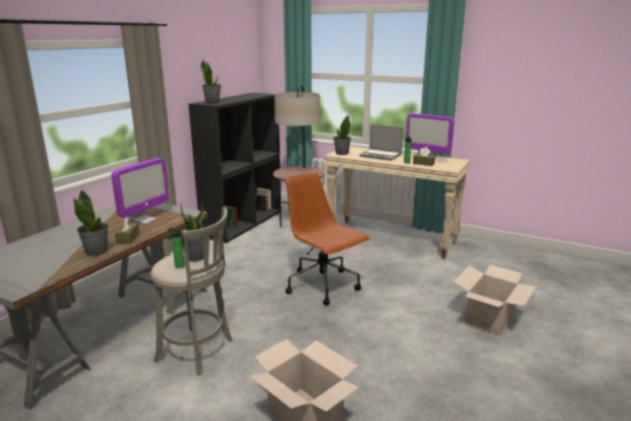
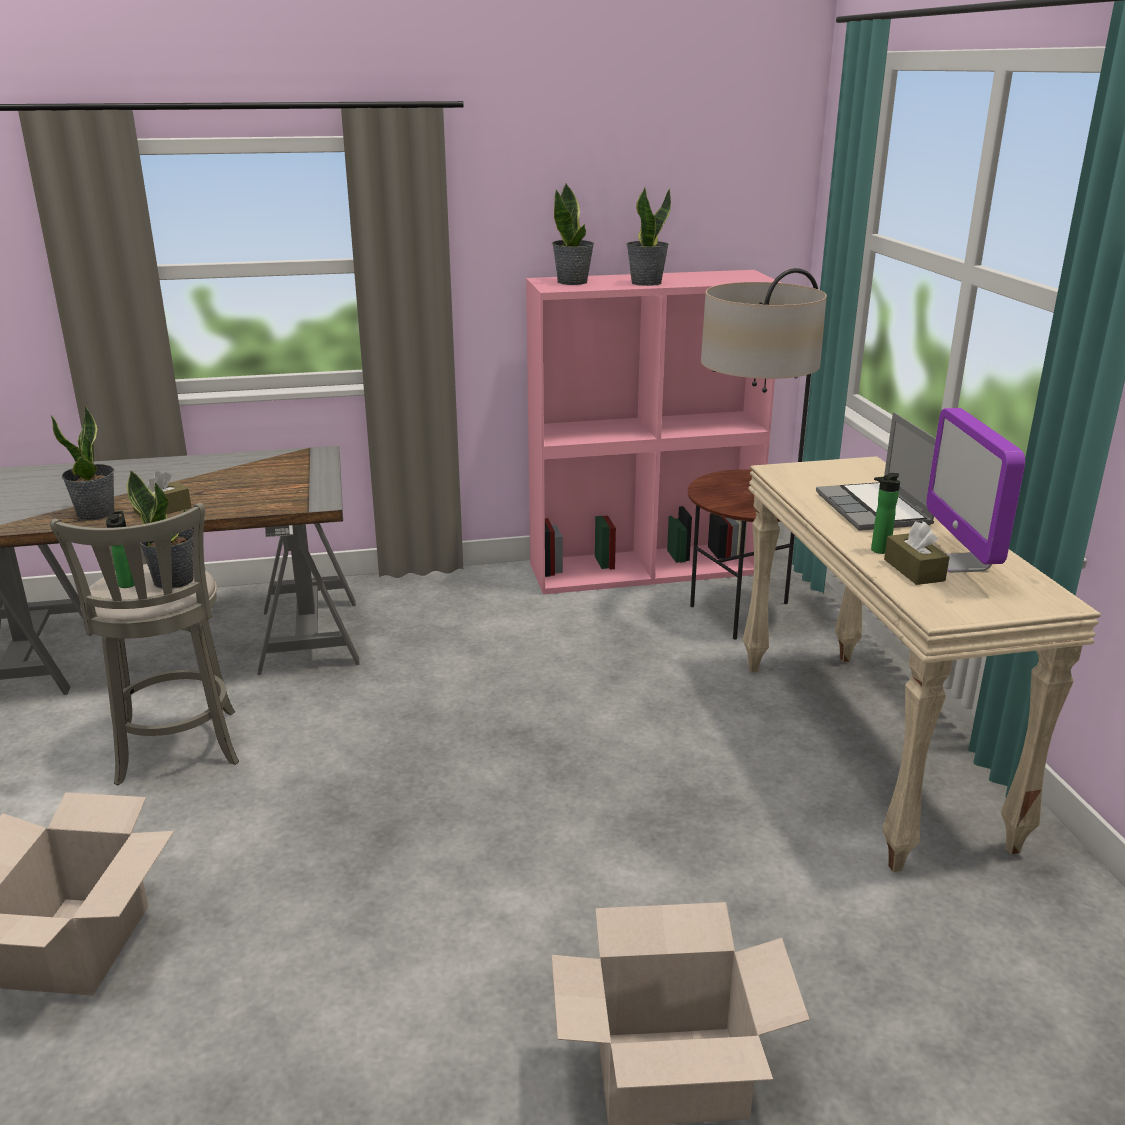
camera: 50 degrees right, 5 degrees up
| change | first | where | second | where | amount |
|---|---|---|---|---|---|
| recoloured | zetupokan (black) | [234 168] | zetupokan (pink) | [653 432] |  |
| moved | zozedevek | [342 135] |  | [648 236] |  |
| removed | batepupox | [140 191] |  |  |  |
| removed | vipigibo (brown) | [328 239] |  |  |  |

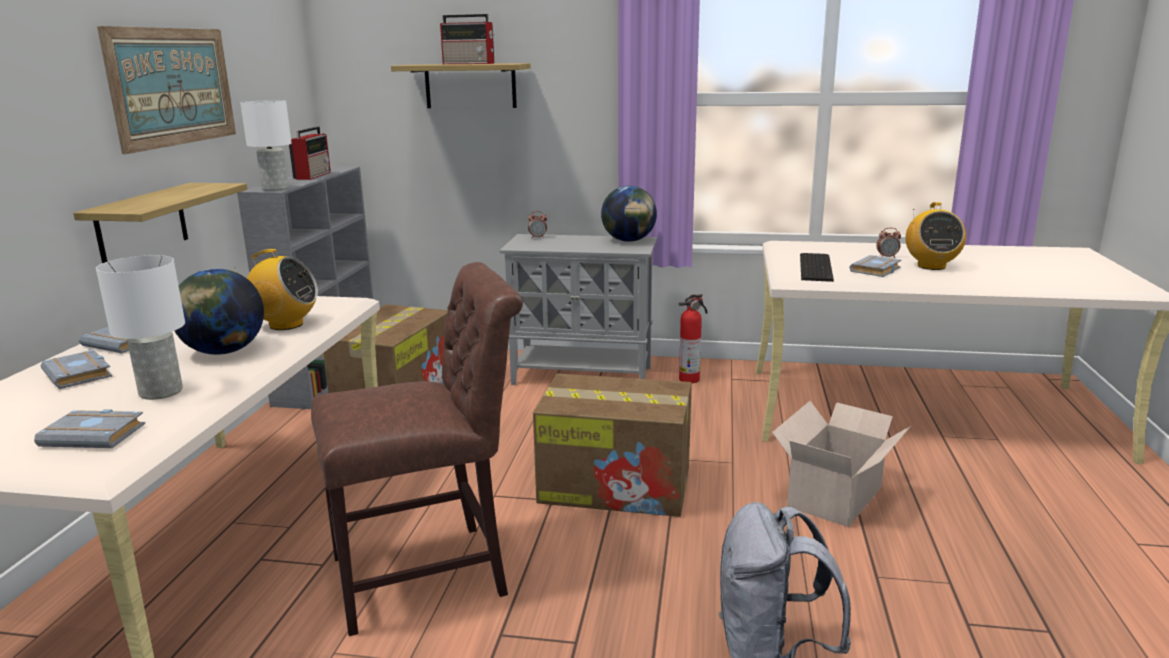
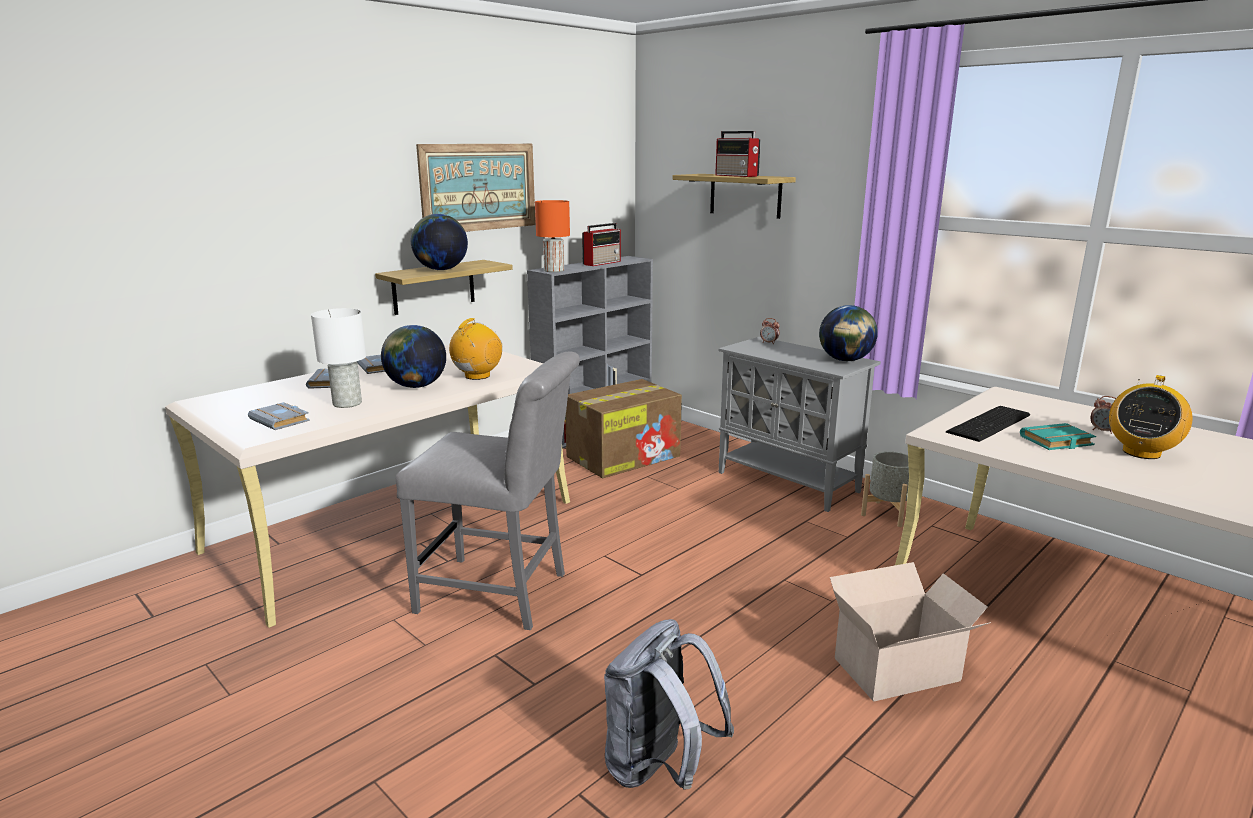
camera: 35 degrees right, 0 degrees up
| change | first | where | second | where | amount |
|---|---|---|---|---|---|
| recoloured | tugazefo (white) | [266 145] | tugazefo (orange) | [552 236] |  |
| turned | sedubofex | [276 289] |  | [475 349] | 105 degrees counterclockwise |
| recoloured | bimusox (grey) | [875 266] | bimusox (turquoise) | [1058 436] |  |
| recoloured | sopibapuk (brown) | [417 449] | sopibapuk (grey) | [488 490] |  |
| replaced | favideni | [693 338] | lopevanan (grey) | [885 489] |  |
| removed | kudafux | [612 445] |  |  |  |
| added |  |  | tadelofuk | [439 242] |  |

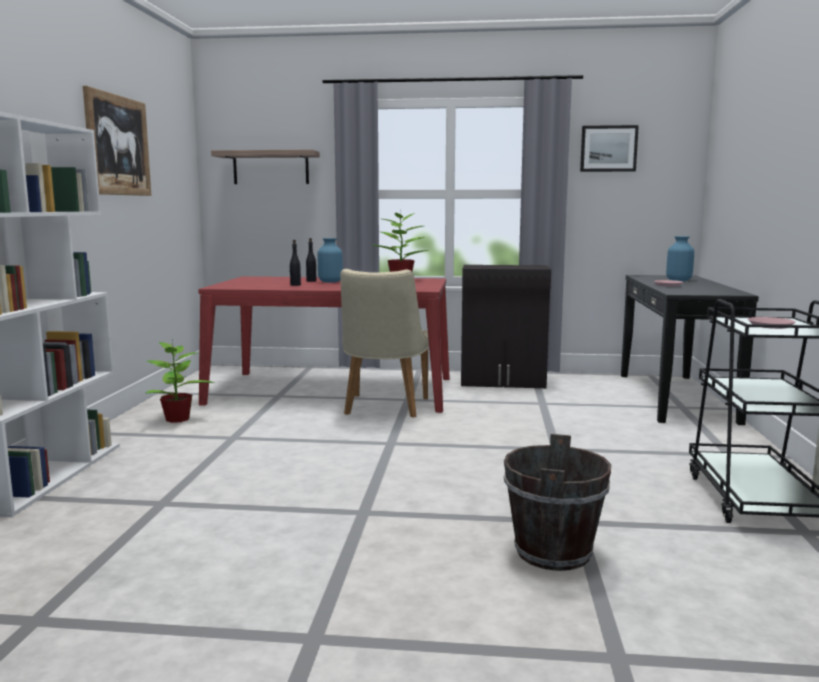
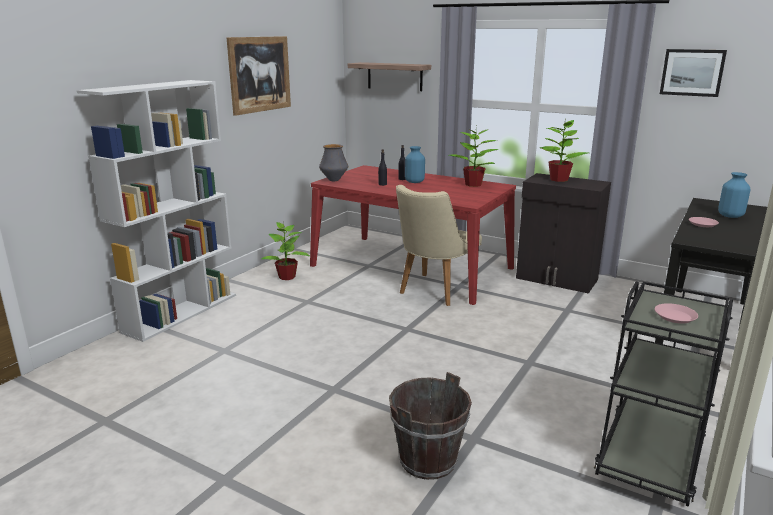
camera: 25 degrees right, 10 degrees up
| change | first | where | second | where | amount |
|---|---|---|---|---|---|
| added |  |  | zozedevek | [564 149] |  |
| added |  |  | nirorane | [333 162] |  |

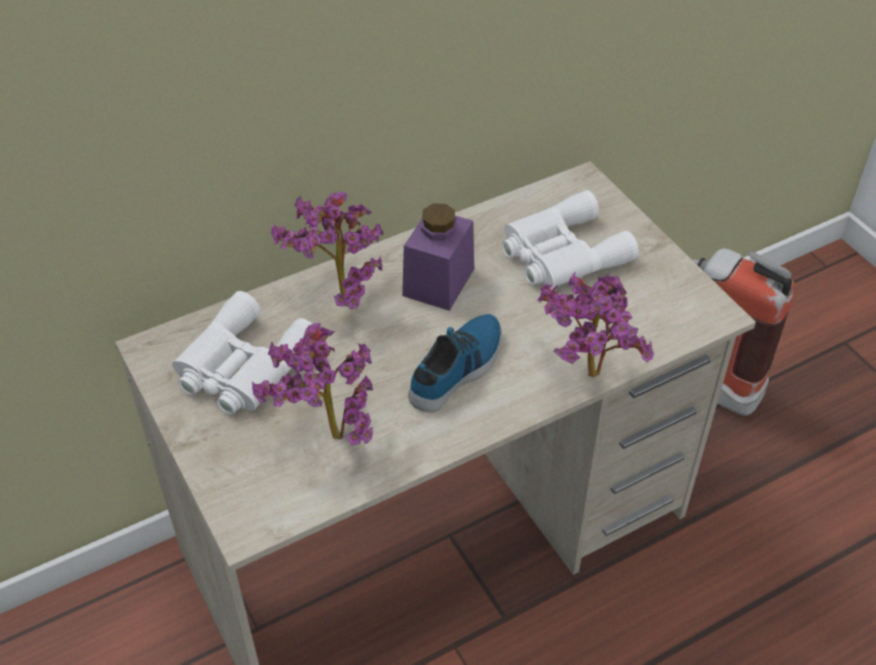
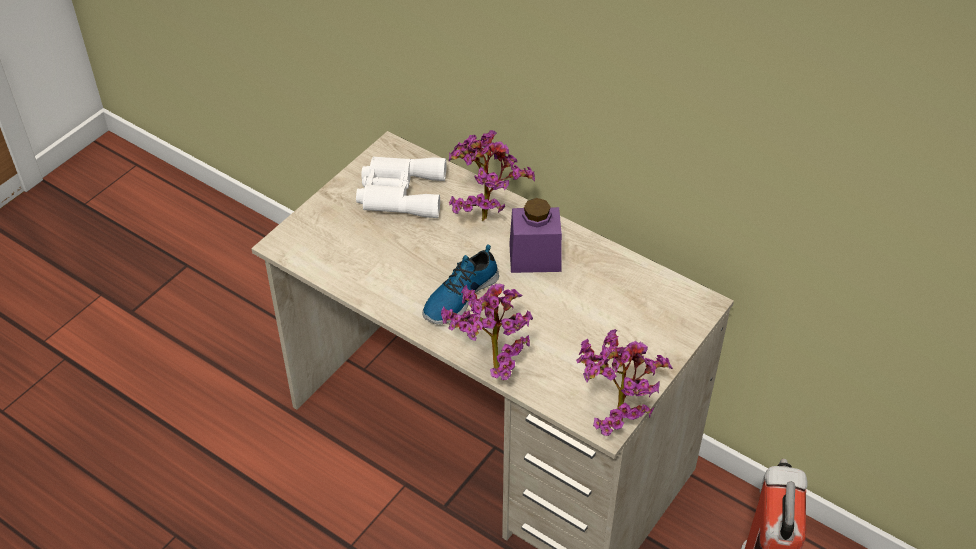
camera: 65 degrees right, 0 degrees up
| change | first | where | second | where | amount |
|---|---|---|---|---|---|
| removed | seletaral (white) | [570 239] |  |  |  |
| turned | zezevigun | [455 363] |  | [460 284] | 120 degrees clockwise |
| moved | zozedevek | [312 384] |  | [624 382] |  |

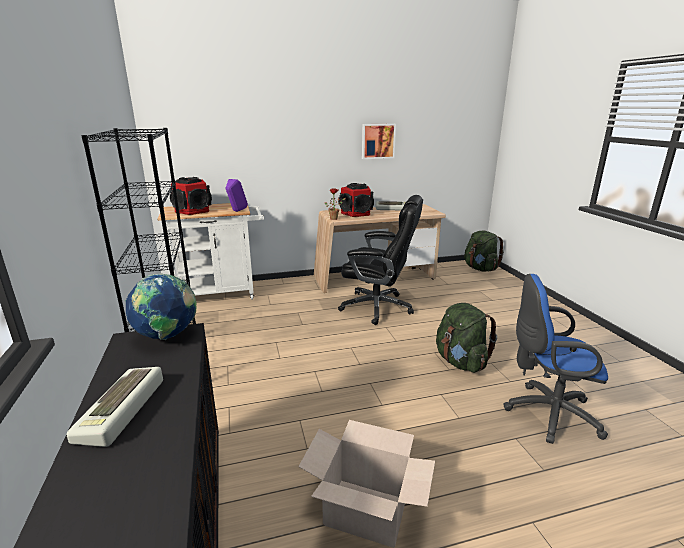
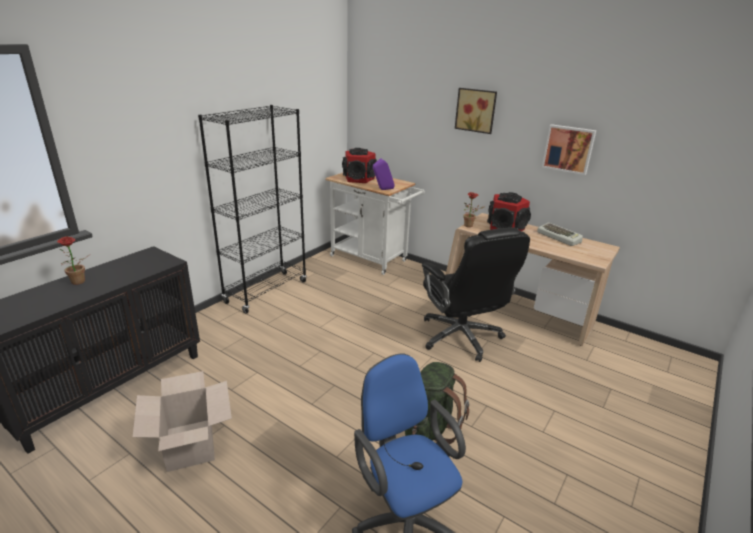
camera: 50 degrees right, 5 degrees up
| change | first | where | second | where | amount |
|---|---|---|---|---|---|
| removed | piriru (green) | [484 251] |  |  |  |
| removed | tadelofuk | [161 306] |  |  |  |
| replaced | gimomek | [115 407] | zozedevek | [74 260] |  |
| added |  |  | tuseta | [476 111] |  |

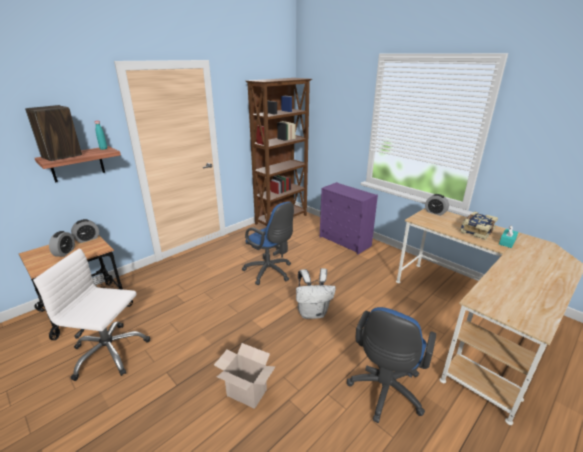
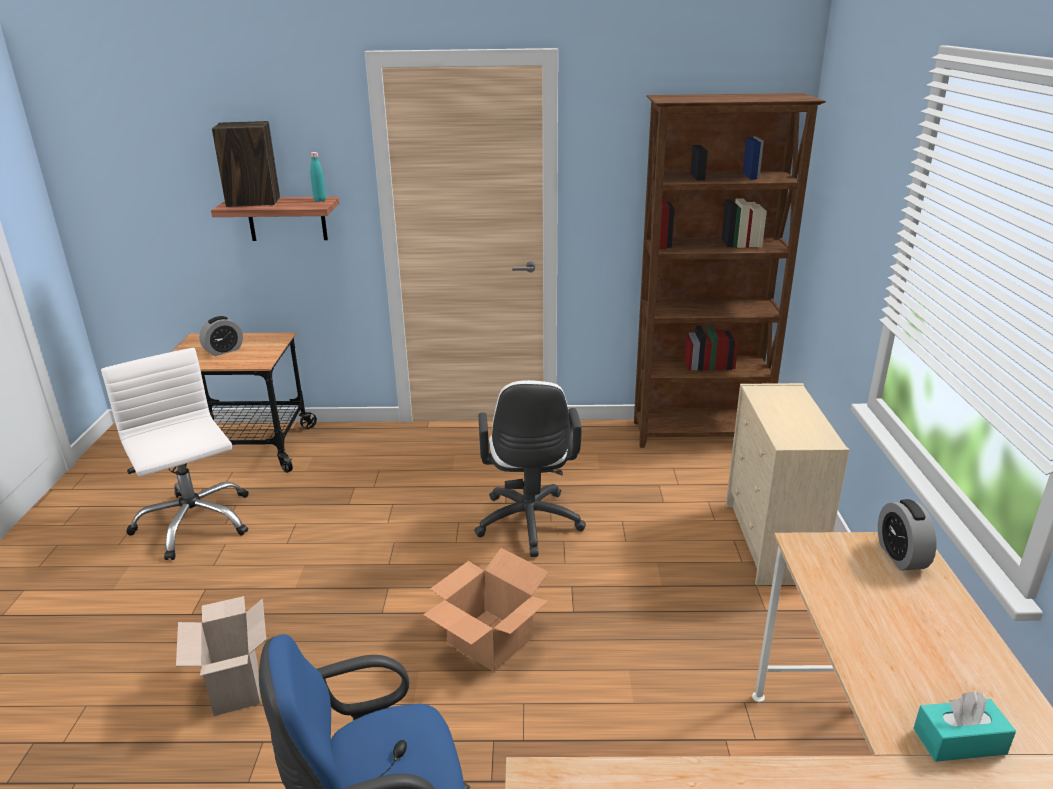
camera: 45 degrees right, 0 degrees up
| change | first | where | second | where | amount |
|---|---|---|---|---|---|
| recoloured | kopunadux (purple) | [349 218] | kopunadux (beige) | [787 484] |  |
| recoloured | vipigibo (blue) | [268 243] | vipigibo (white) | [530 468] |  |
| removed | bimusox | [479 225] |  |  |  |
| removed | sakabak | [85 231] |  |  |  |
| replaced | piriru (white) | [316 293] | kudafux | [485 610] |  |

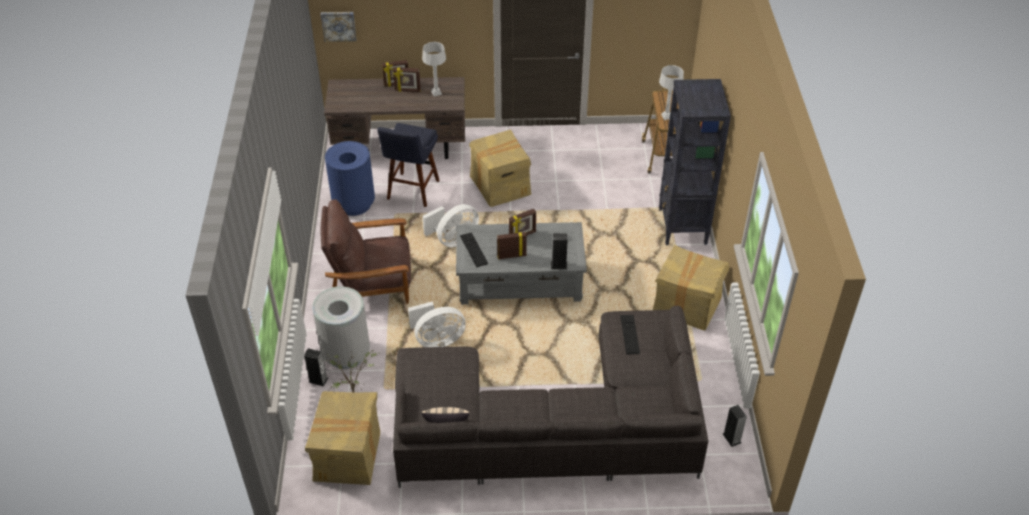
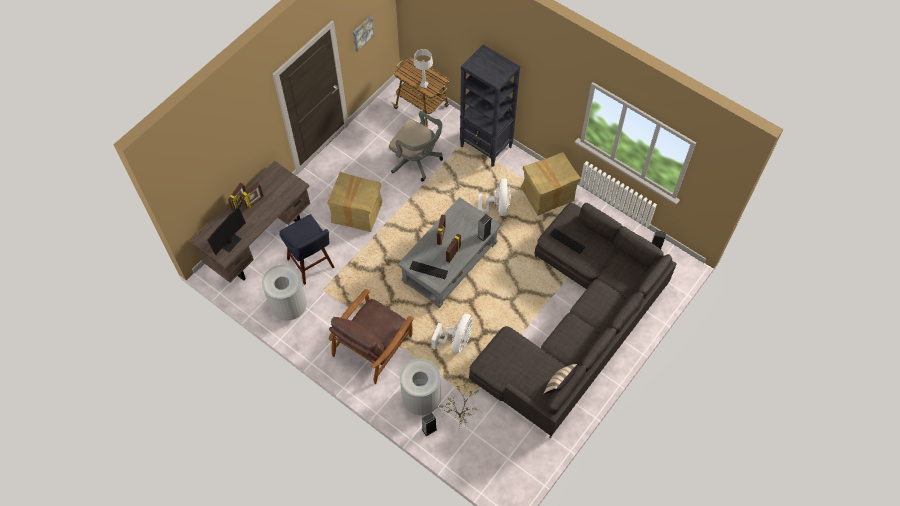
camera: 50 degrees left, 15 degrees up
| change | first | where | second | where | amount |
|---|---|---|---|---|---|
| moved | tuseta | [339 27] |  | [363 34] |  |
| removed | tugazefo (grey) | [434 69] |  |  |  |
| recoloured | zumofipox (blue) | [350 178] | zumofipox (grey) | [284 293] |  |
| moved | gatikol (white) | [450 225] |  | [494 197] |  |
| removed | kudafux | [342 438] |  |  |  |
| added |  |  | vipigibo (grey) | [416 146] |  |
| added |  |  | batepupox | [227 231] |  |

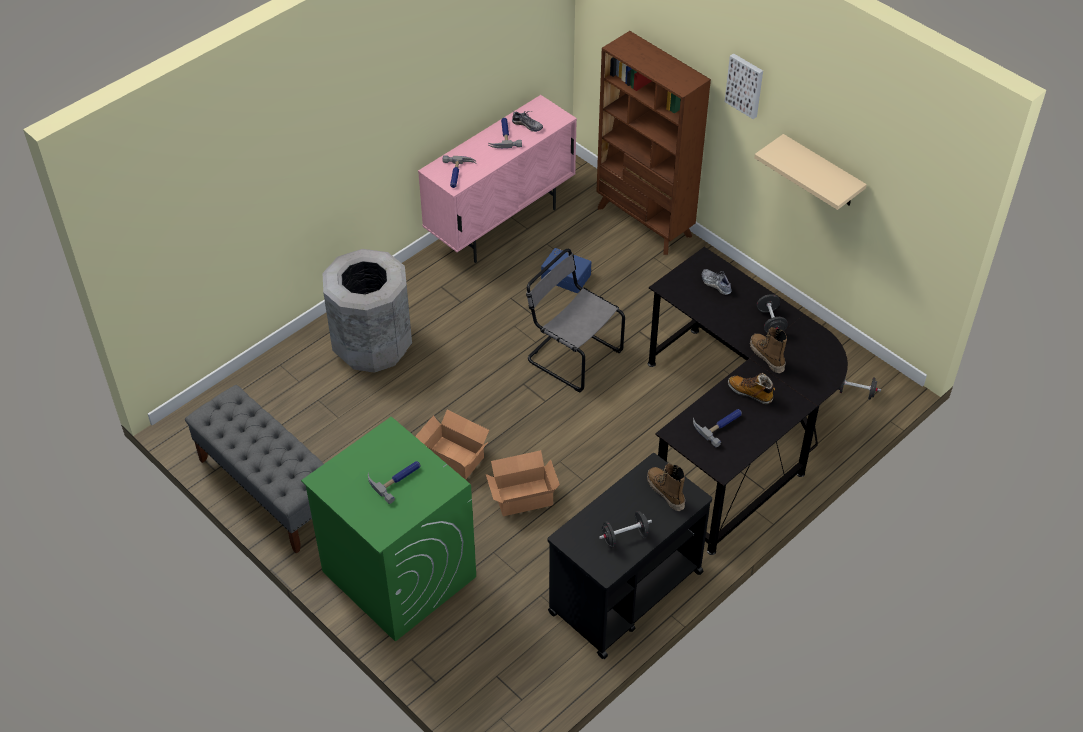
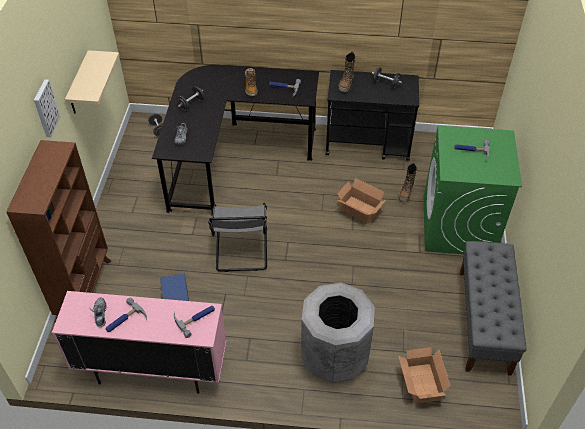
camera: 130 degrees left, 0 degrees up
| change | first | where | second | where | amount |
|---|---|---|---|---|---|
| moved | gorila | [768 350] |  | [408 182] |  |
| moved | kudafux | [452 445] |  | [425 375] |  |

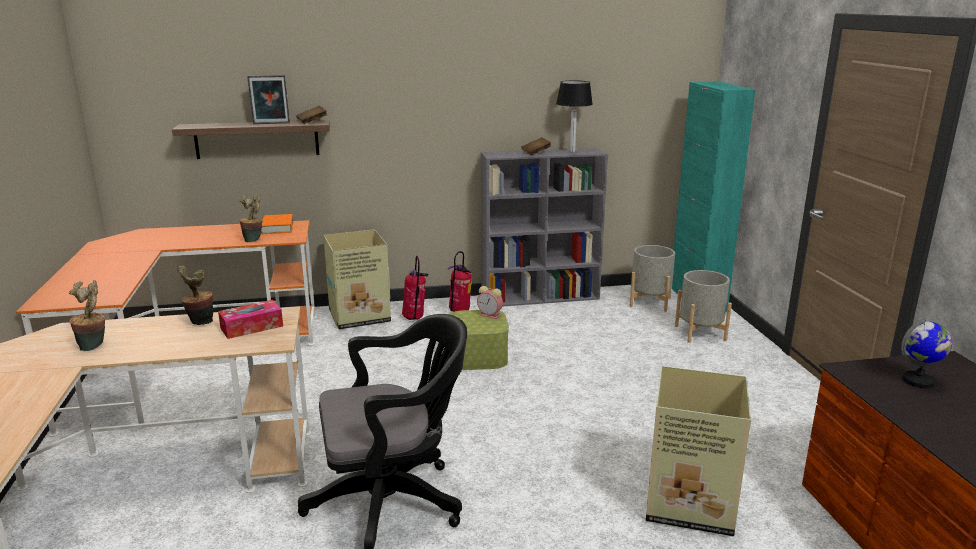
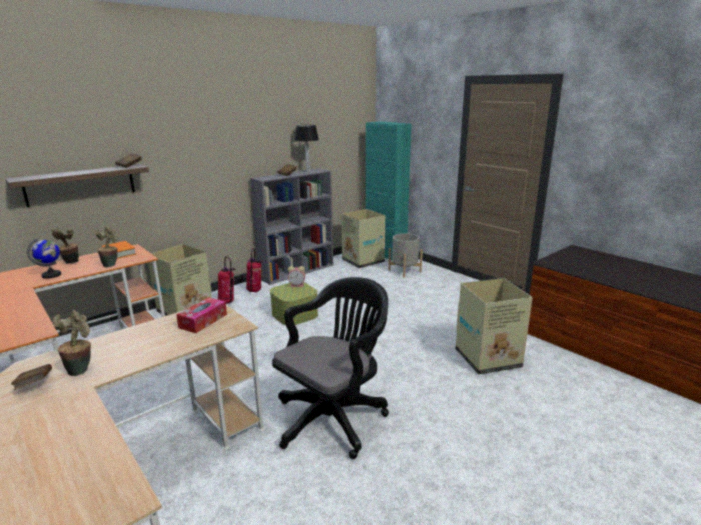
camera: 30 degrees left, 0 degrees up
| change | first | where | second | where | amount |
|---|---|---|---|---|---|
| removed | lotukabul | [268 99] |  |  |  |
| replaced | lopevanan (grey) | [652 278] | kudafux | [363 238] |  |
| moved | zozedevek | [195 295] |  | [65 246] |  |
| moved | tadelofuk | [926 353] |  | [44 258] |  |
| added |  |  | bimusox (brown) | [31 377] |  |

